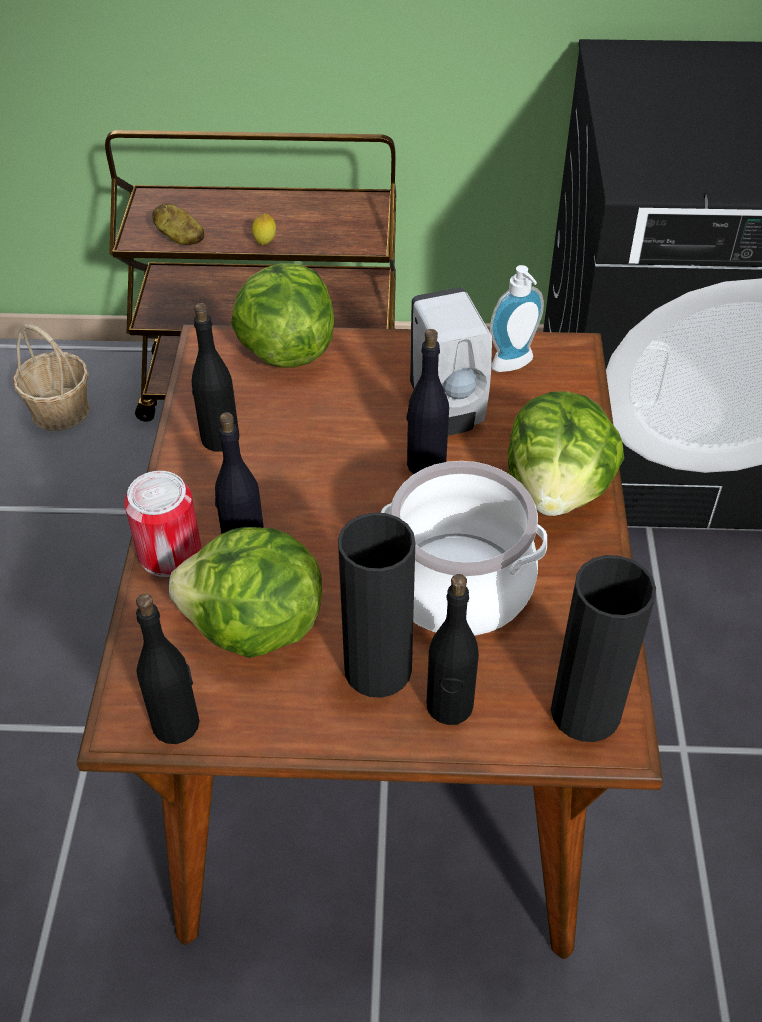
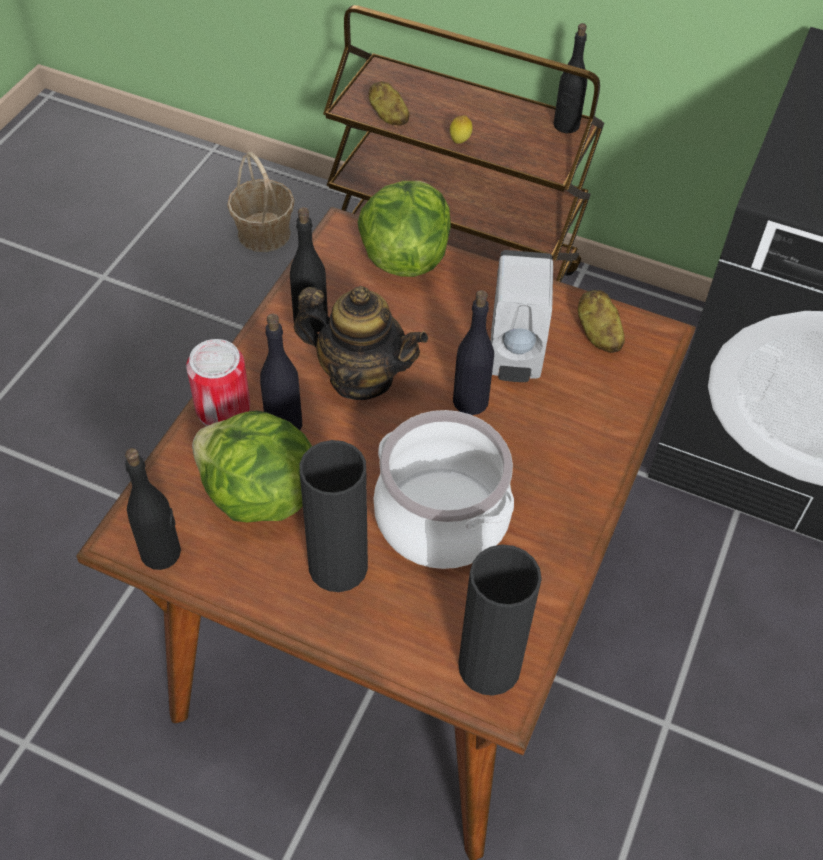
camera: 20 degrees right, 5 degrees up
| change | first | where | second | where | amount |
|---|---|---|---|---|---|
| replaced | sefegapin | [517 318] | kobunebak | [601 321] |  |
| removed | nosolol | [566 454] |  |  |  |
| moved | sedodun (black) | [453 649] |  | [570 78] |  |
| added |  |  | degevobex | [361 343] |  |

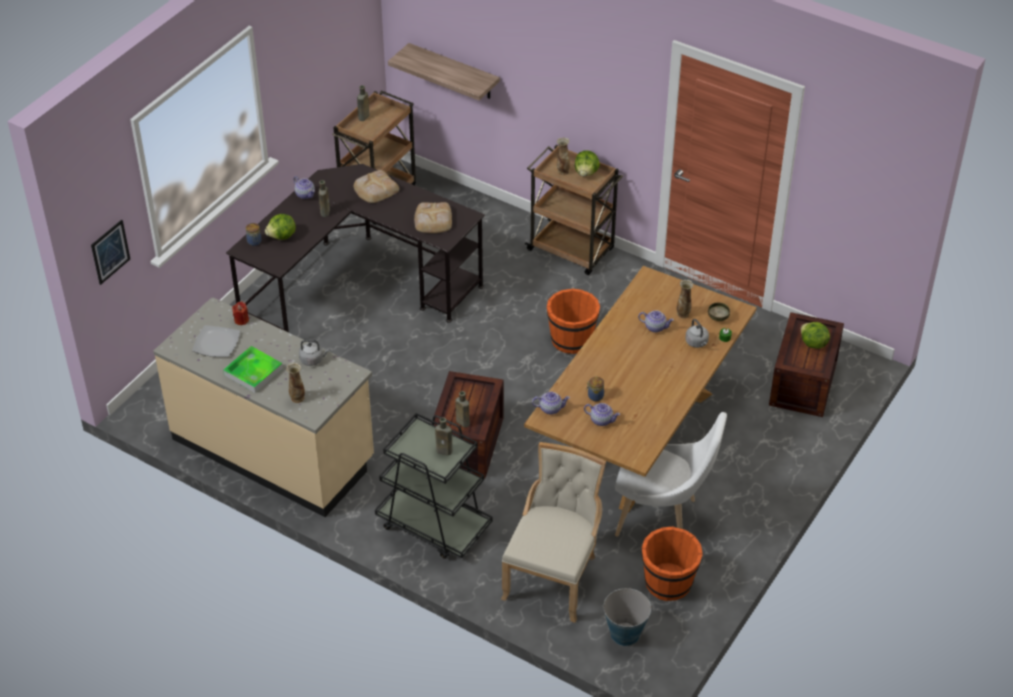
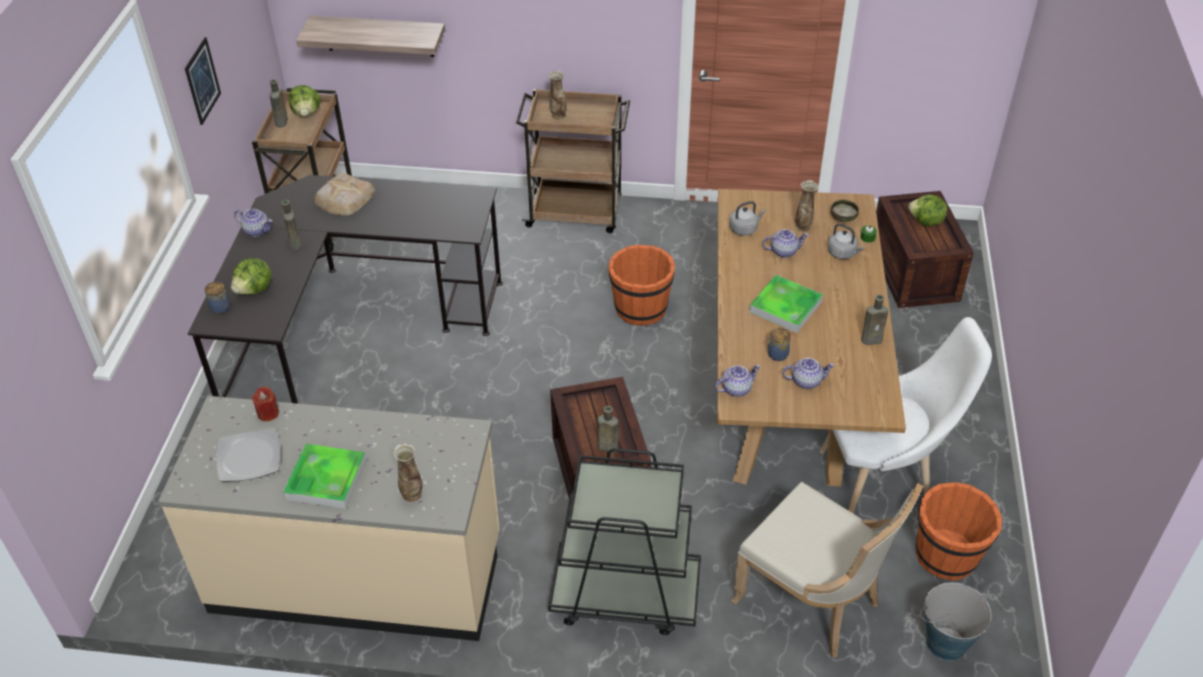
camera: 25 degrees left, 0 degrees up
| change | first | where | second | where | amount |
|---|---|---|---|---|---|
| moved | nosolol | [587 163] |  | [304 101] |  |
| removed | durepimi | [433 217] |  |  |  |
| moved | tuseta | [110 252] |  | [203 81] |  |
| moved | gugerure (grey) | [314 352] |  | [747 218] |  |
| moved | sedodun (brown) | [444 436] |  | [874 320] |  |
| turned | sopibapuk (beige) | [553 532] |  | [827 570] | 135 degrees clockwise |
| added |  |  | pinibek | [786 304] |  |

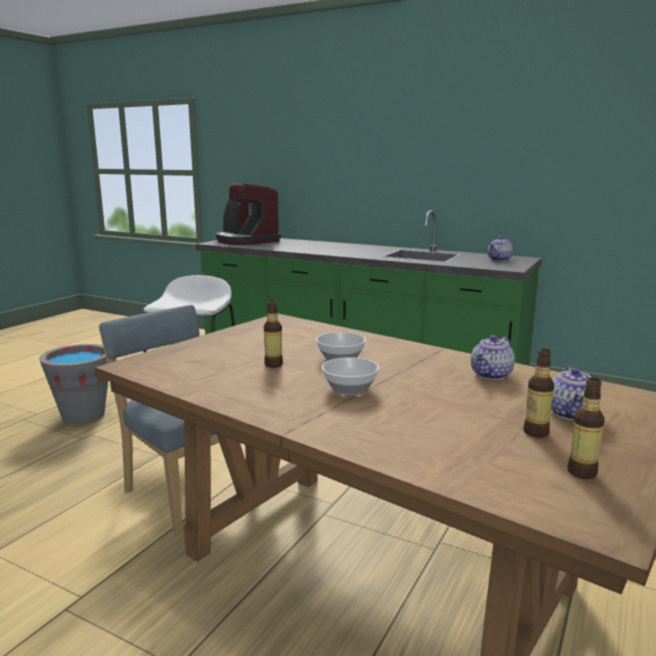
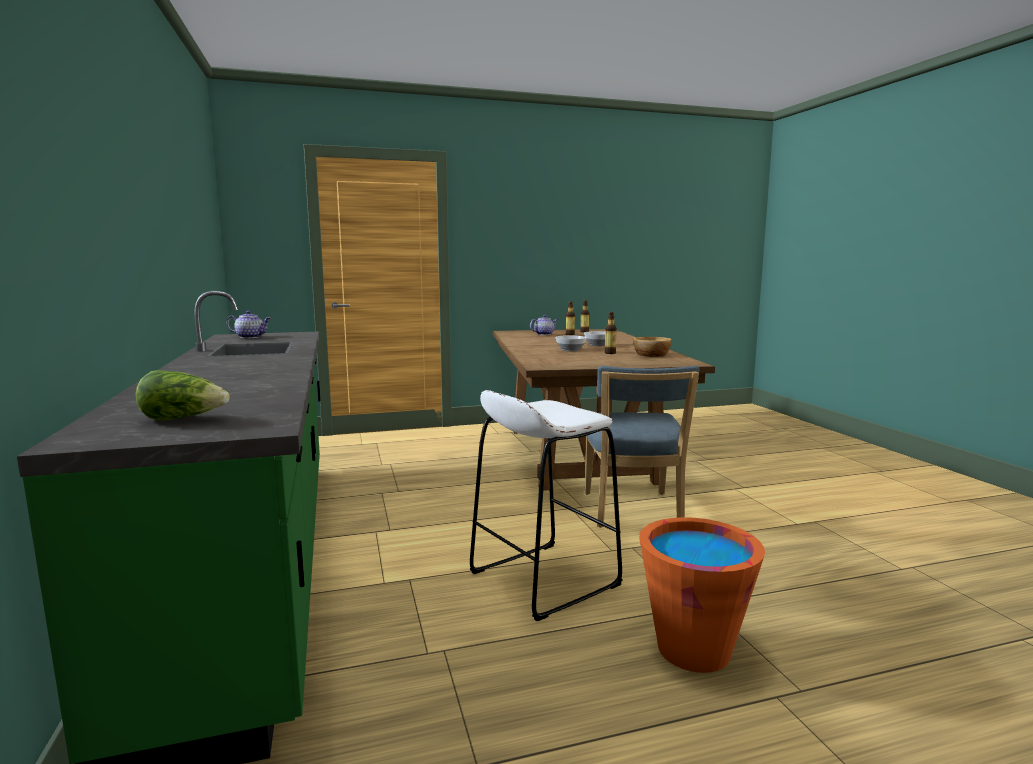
camera: 135 degrees left, 5 degrees down
| change | first | where | second | where | amount |
|---|---|---|---|---|---|
| replaced | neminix | [248 214] | nosolol | [183 395] |  |
| removed | degevobex | [493 357] |  |  |  |
| recoloured | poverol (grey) | [73 384] | poverol (orange) | [702 595] |  |
| added |  |  | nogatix | [652 347] |  |

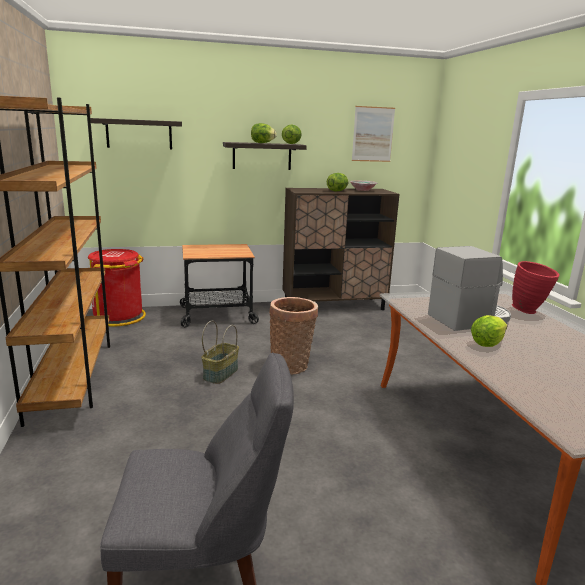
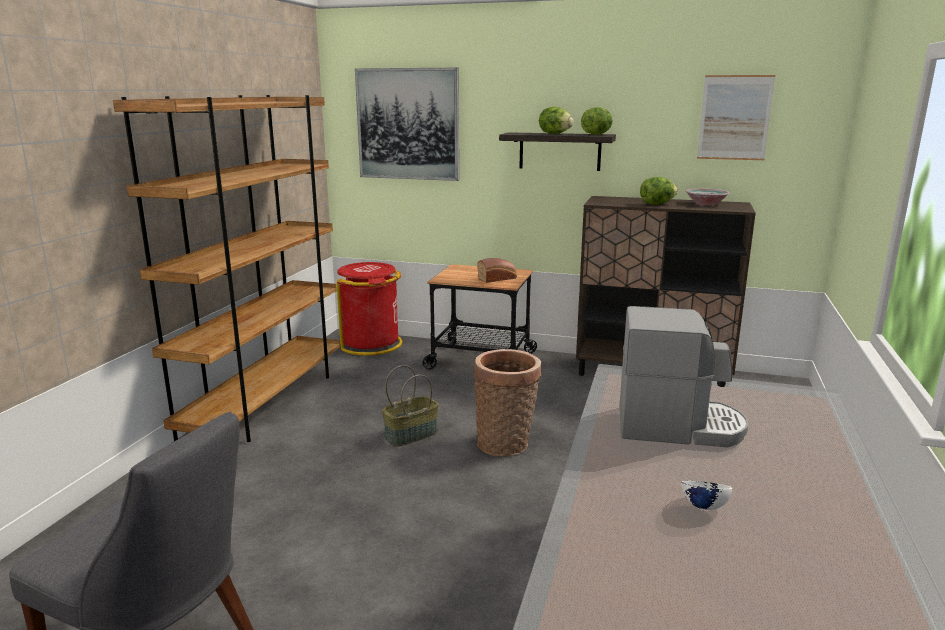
camera: 30 degrees right, 0 degrees up
| change | first | where | second | where | amount |
|---|---|---|---|---|---|
| replaced | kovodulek | [136 133] | tuseta | [407 124] |  |
| removed | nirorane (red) | [536 287] |  |  |  |
| removed | nosolol | [489 331] |  |  |  |
| added |  |  | durepimi | [497 270] |  |
| added |  |  | nogatix (white) | [706 495] |  |

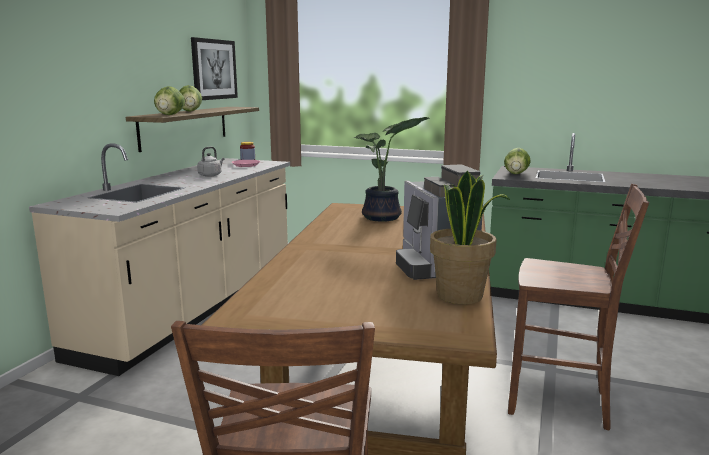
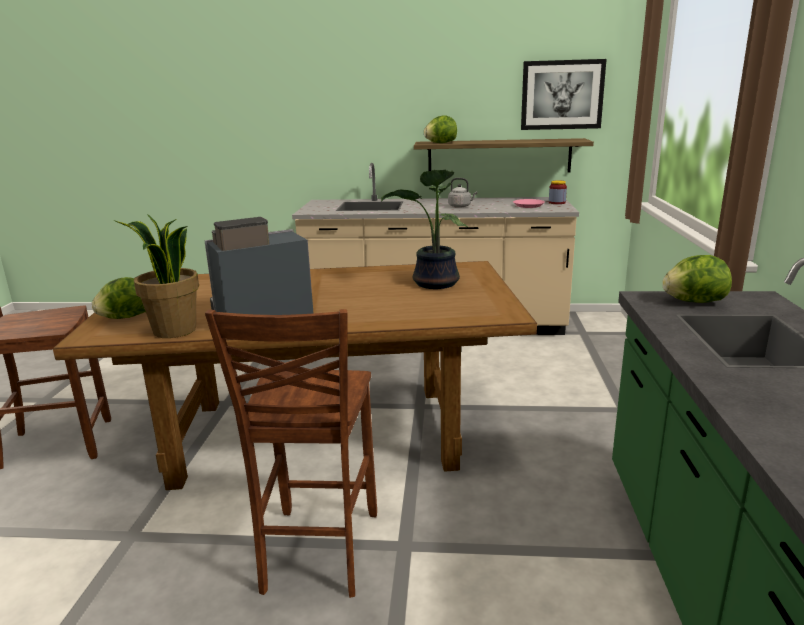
camera: 75 degrees right, 5 degrees up
| change | first | where | second | where | amount |
|---|---|---|---|---|---|
| moved | nosolol | [190 98] |  | [119 298] |  |

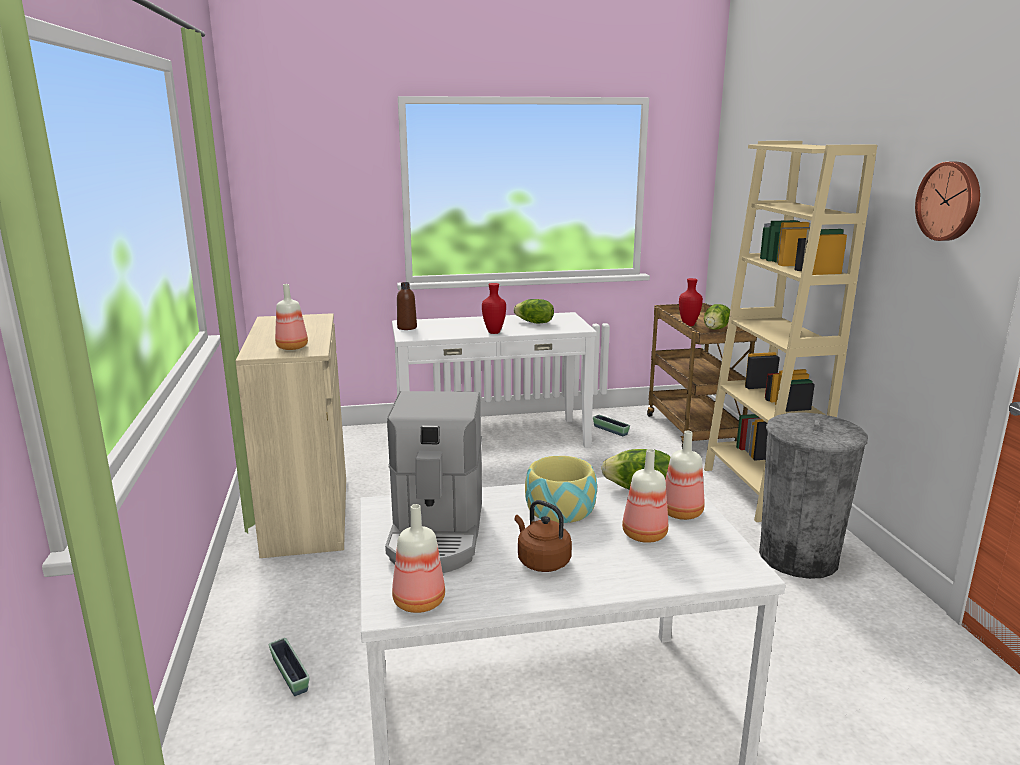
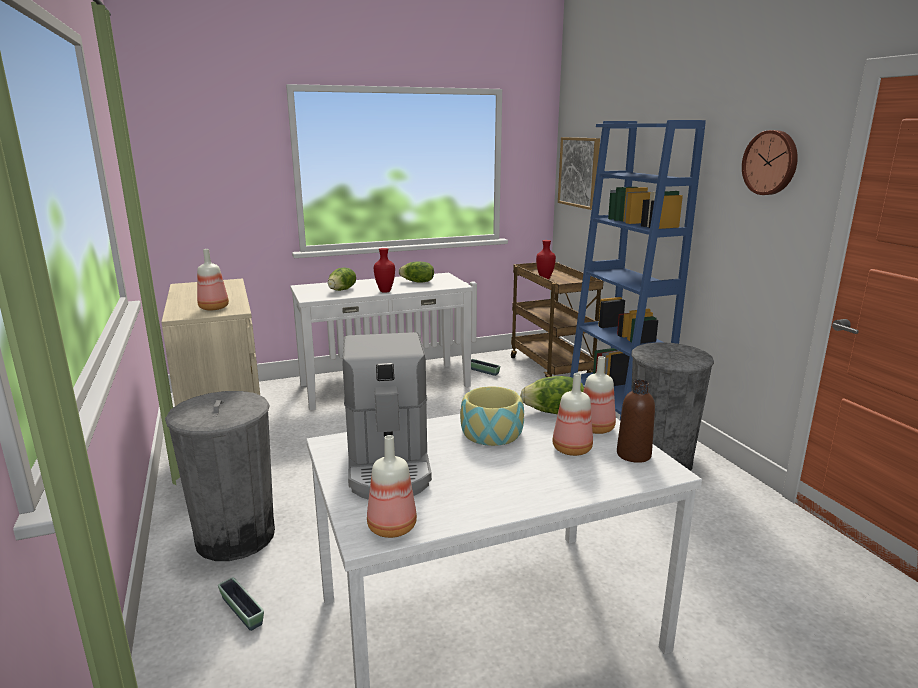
camera: 10 degrees left, 0 degrees up
| change | first | where | second | where | amount |
|---|---|---|---|---|---|
| recoloured | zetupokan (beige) | [790 331] | zetupokan (blue) | [638 270] |  |
| moved | sedodun (brown) | [407 306] |  | [636 421] |  |
| moved | nosolol | [717 317] |  | [342 279] |  |
| removed | gugerure (brown) | [543 536] |  |  |  |
| added |  |  | tuseta | [579 173] |  |
| added |  |  | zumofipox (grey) | [220 476] |  |

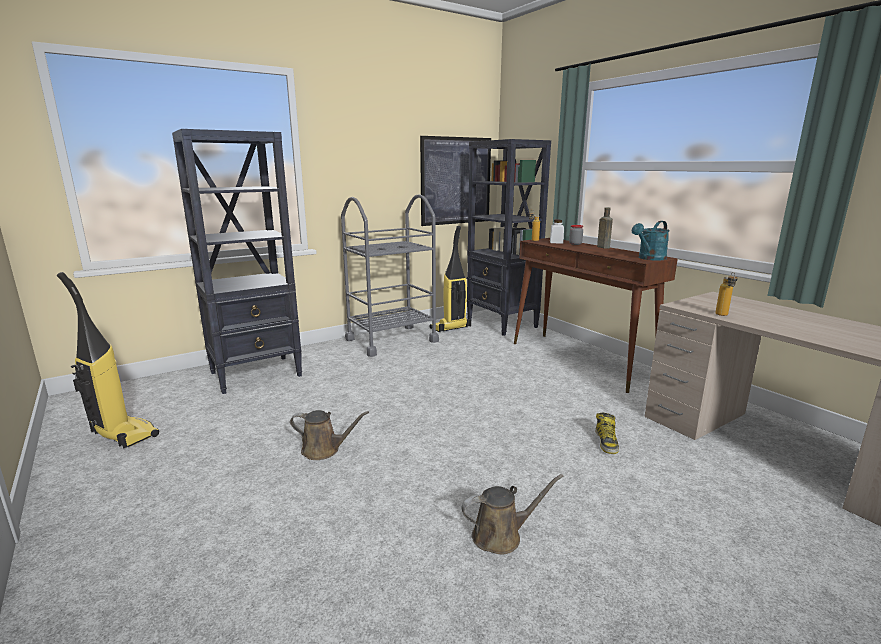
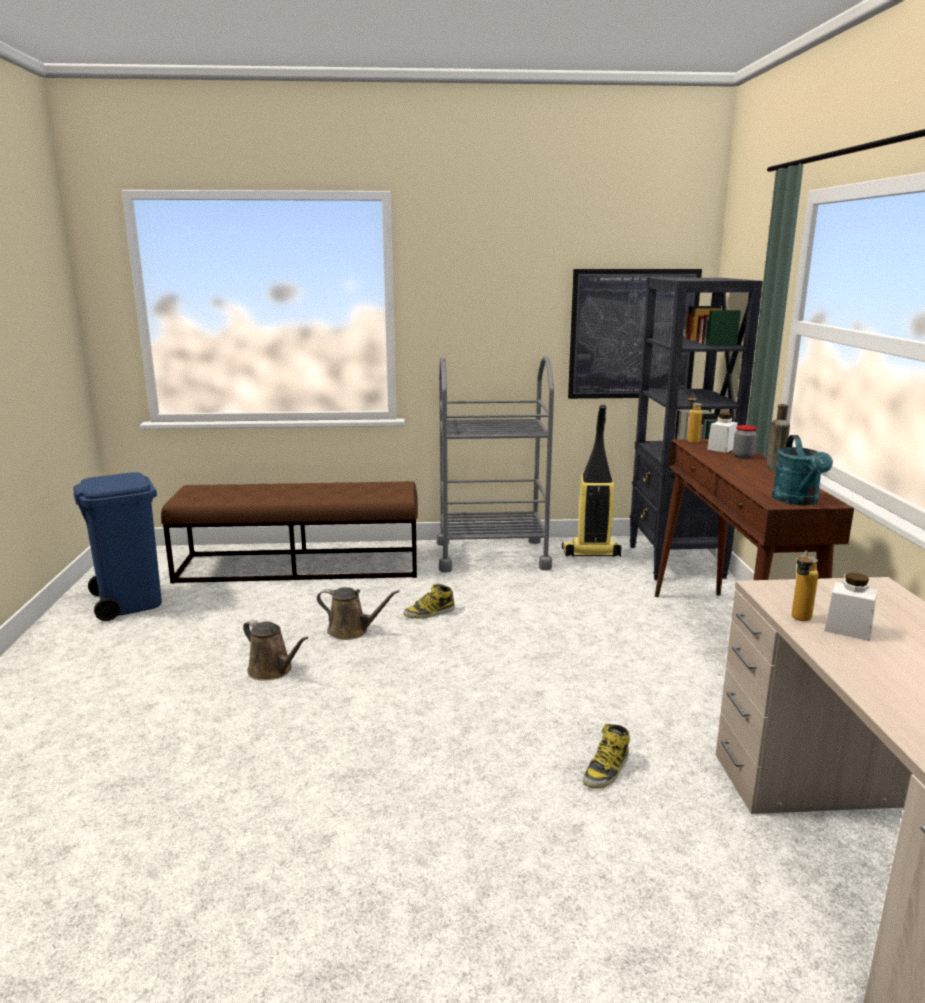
camera: 30 degrees right, 0 degrees up
| change | first | where | second | where | amount |
|---|---|---|---|---|---|
| replaced | zetupokan (black) | [237 261] | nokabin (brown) | [289 532] |  |
| turned | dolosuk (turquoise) | [651 241] |  | [802 470] | 75 degrees counterclockwise |
| replaced | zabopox | [108 360] | zumofipox (blue) | [117 546] |  |
| moved | dolosuk (brown) | [513 514] |  | [358 613] |  |
| added |  |  | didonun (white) | [850 607] |  |
| added |  |  | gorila | [429 601] |  |

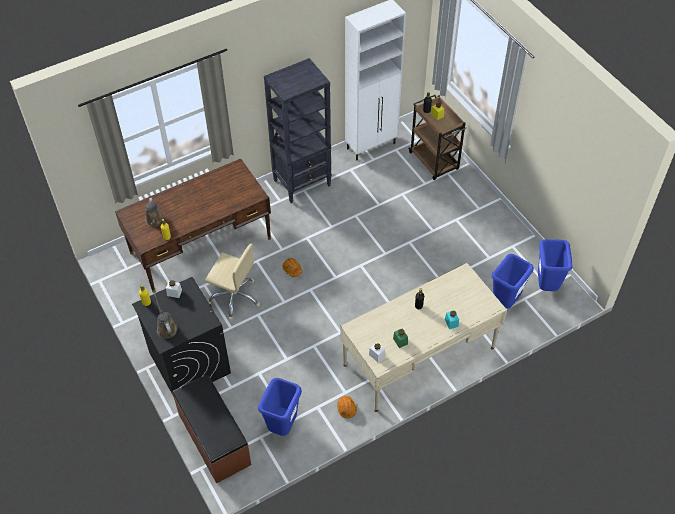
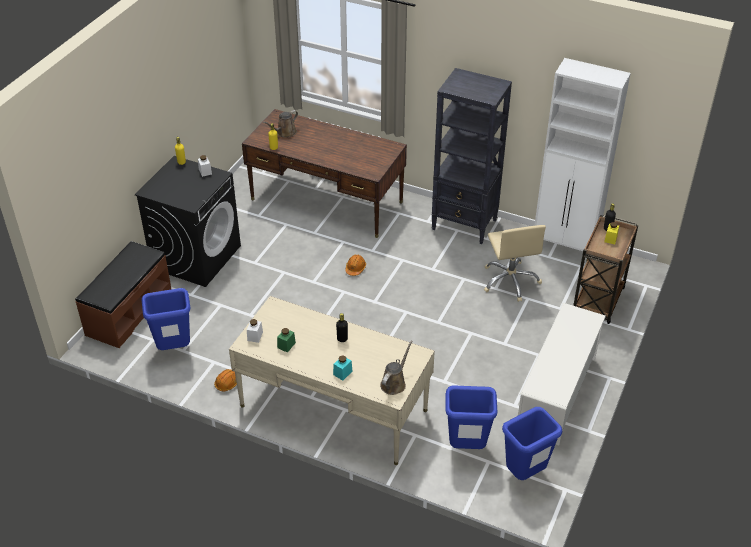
camera: 55 degrees right, 10 degrees down
| change | first | where | second | where | amount |
|---|---|---|---|---|---|
| moved | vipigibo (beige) | [232 282] |  | [515 263] |  |
| moved | dolosuk (brown) | [165 315] |  | [396 368] |  |
| added |  |  | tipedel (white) | [562 374] |  |

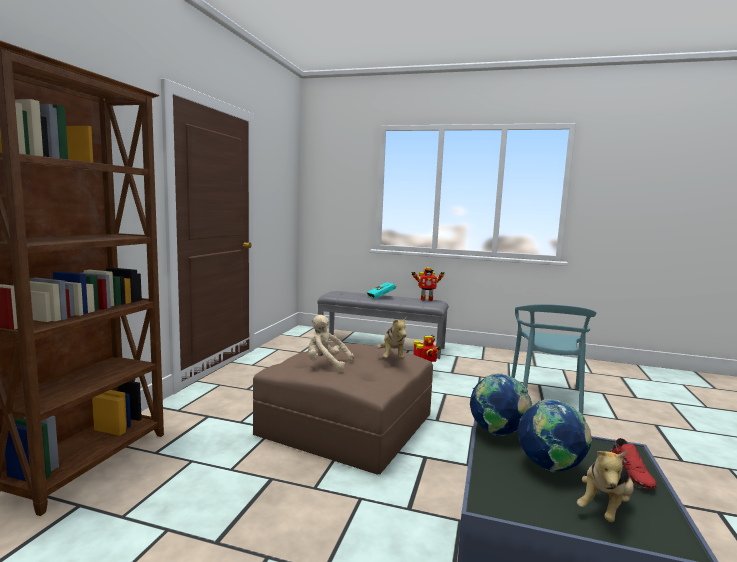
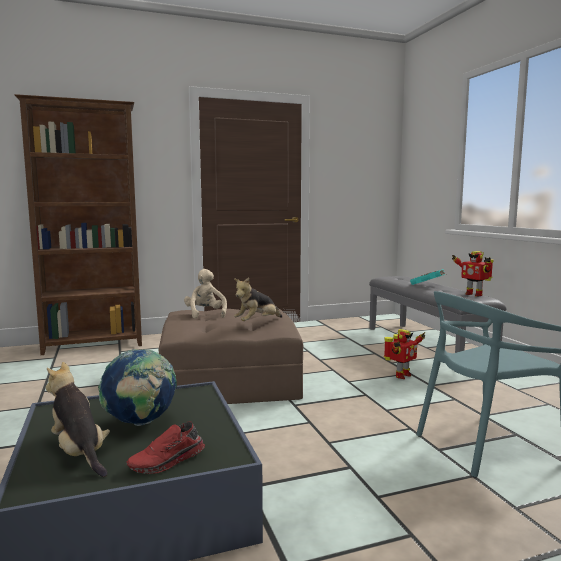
camera: 55 degrees right, 0 degrees up
| change | first | where | second | where | amount |
|---|---|---|---|---|---|
| removed | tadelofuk | [501 404] |  |  |  |
| turned | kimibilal | [605 486] |  | [78 419] | 45 degrees clockwise |

